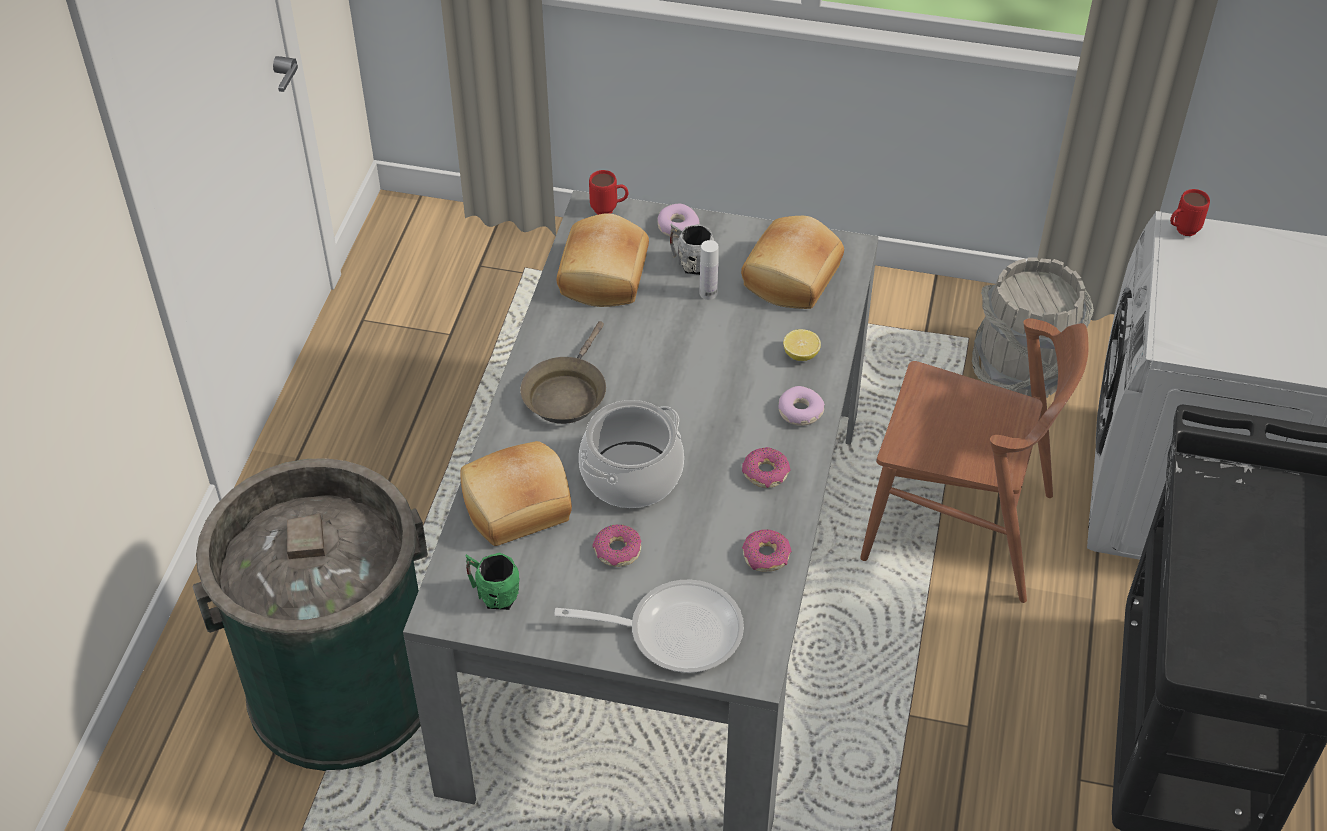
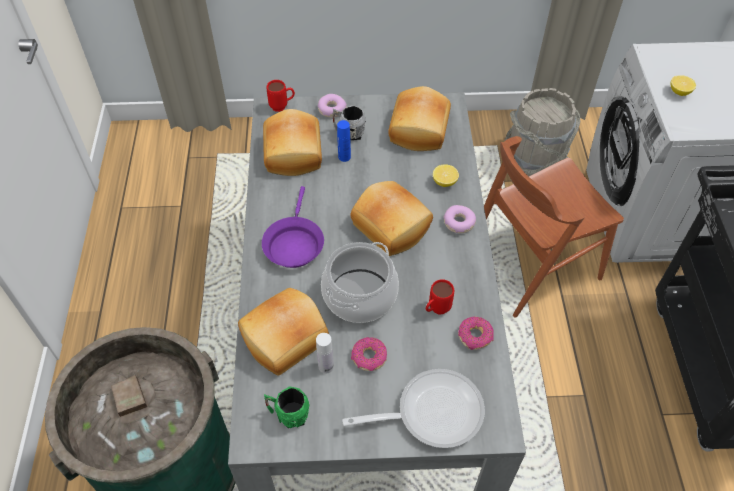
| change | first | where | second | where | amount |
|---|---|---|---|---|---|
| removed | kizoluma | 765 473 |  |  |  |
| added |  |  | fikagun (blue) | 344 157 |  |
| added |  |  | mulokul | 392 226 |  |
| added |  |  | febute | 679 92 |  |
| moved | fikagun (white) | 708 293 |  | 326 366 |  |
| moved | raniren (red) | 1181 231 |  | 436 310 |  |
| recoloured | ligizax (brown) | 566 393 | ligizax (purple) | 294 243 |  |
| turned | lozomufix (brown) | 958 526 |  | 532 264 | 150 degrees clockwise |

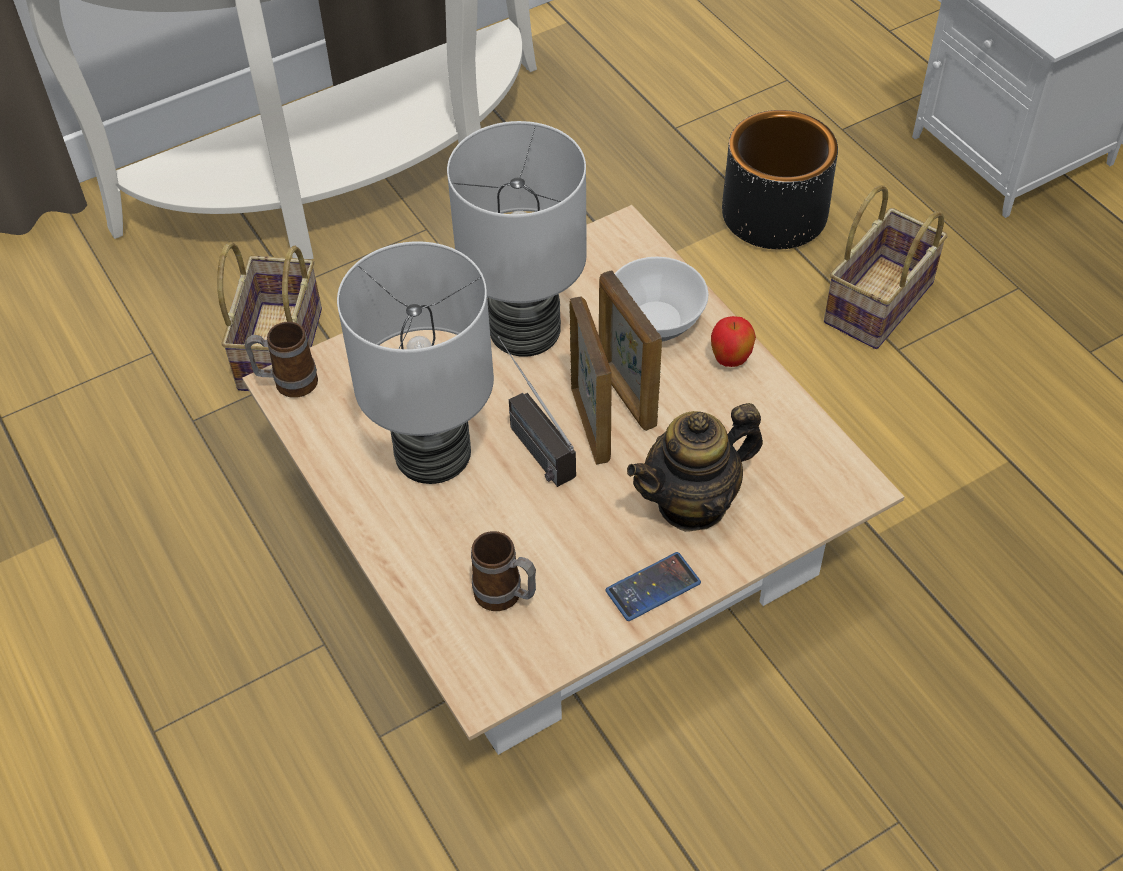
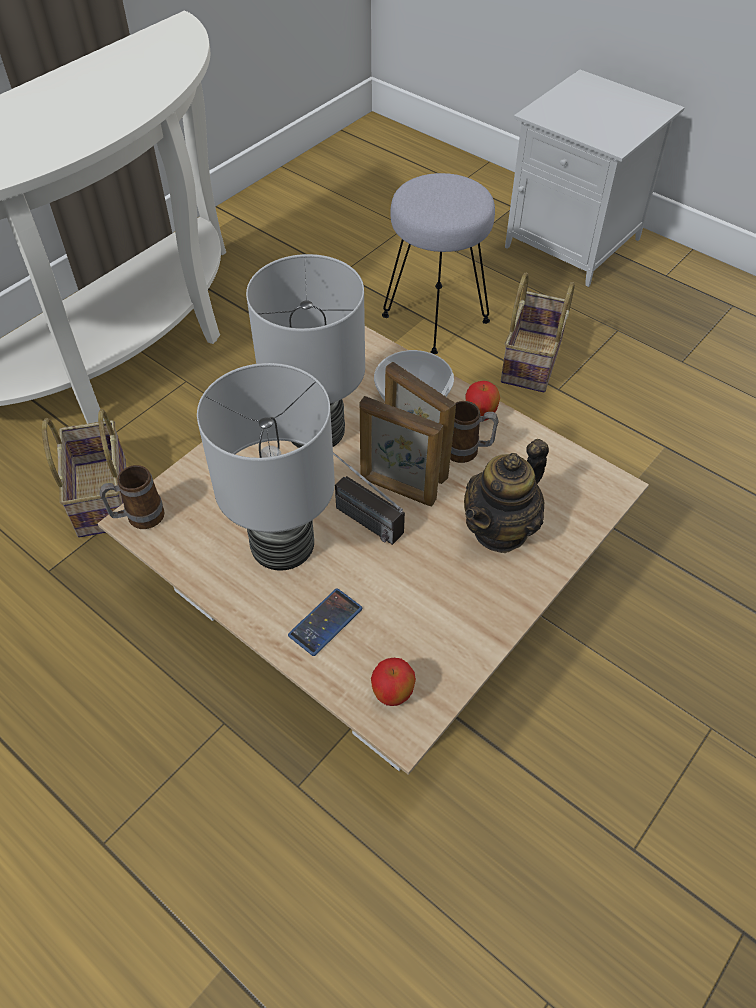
| change | first | where | second | where | amount |
|---|---|---|---|---|---|
| added |  |  | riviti | 392 695 |  |
| moved | raniren | 506 597 |  | 468 452 |  |
| moved | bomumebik | 653 587 |  | 325 622 |  |
| replaced | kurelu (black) | 773 215 | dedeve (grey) | 435 317 |  |
| turned | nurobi | 591 424 |  | 397 489 | 150 degrees clockwise |

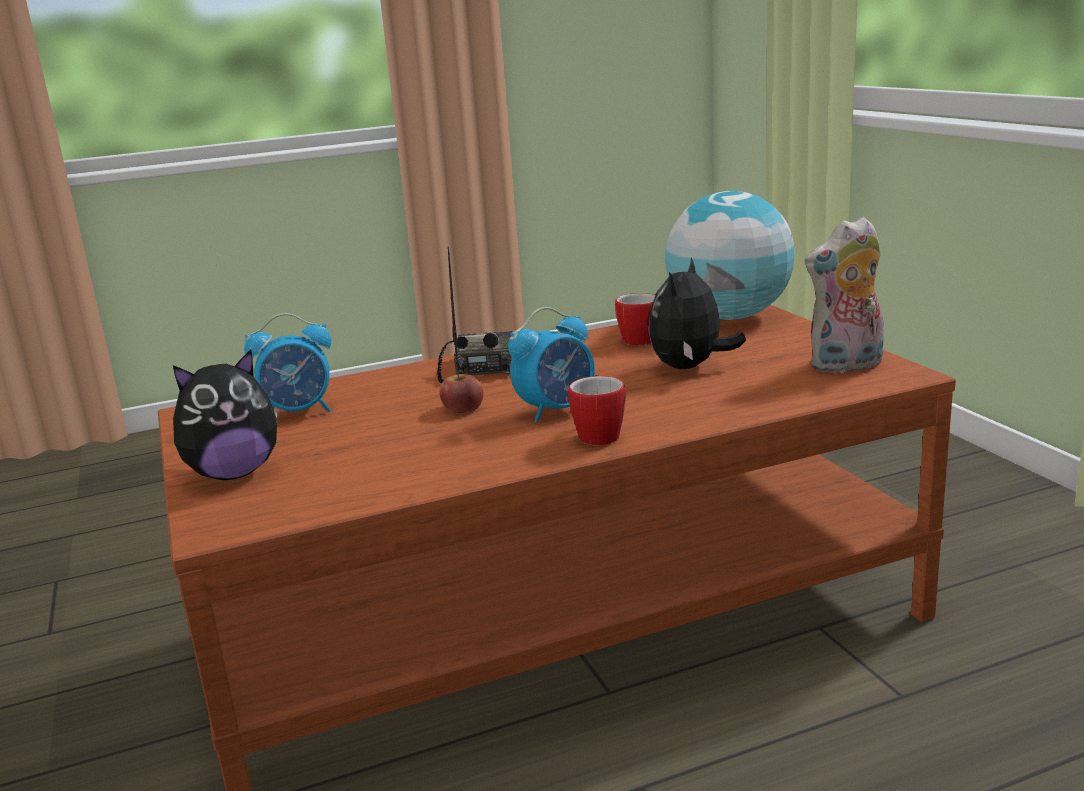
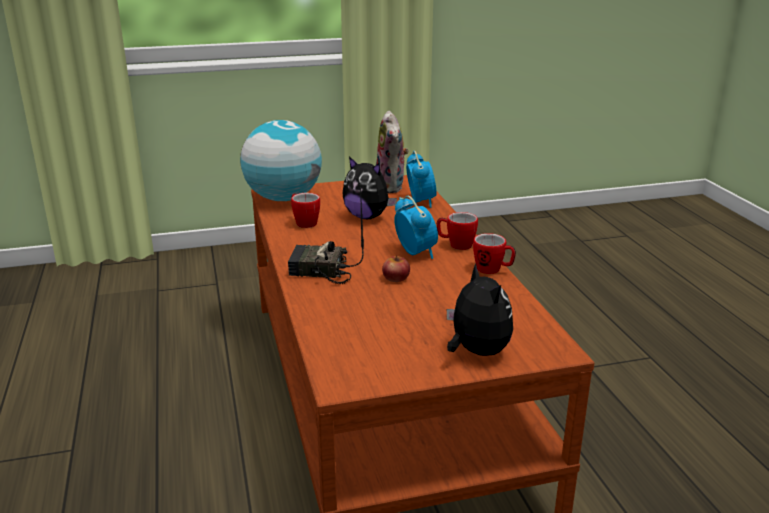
| change | first | where | second | where | amount |
|---|---|---|---|---|---|
| added |  |  | raniren | 493 270 |  |
| moved | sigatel | 299 412 |  | 420 201 |  |

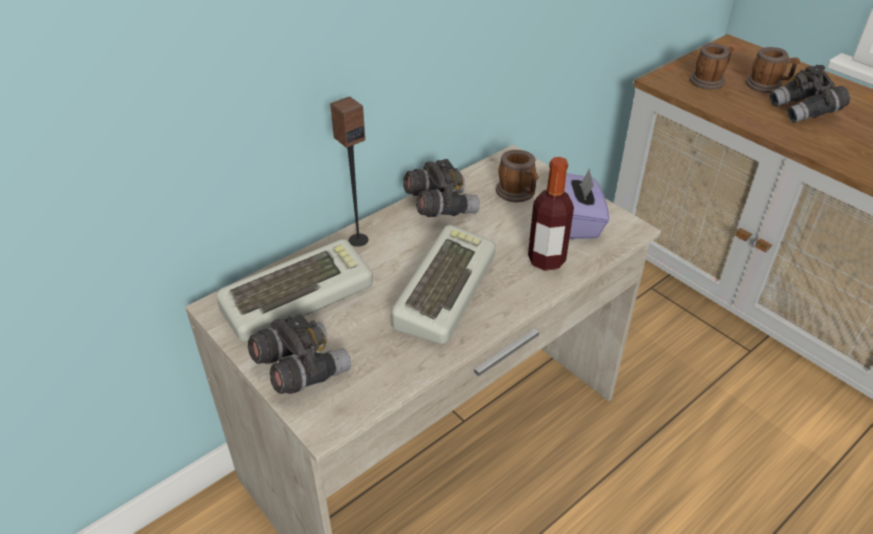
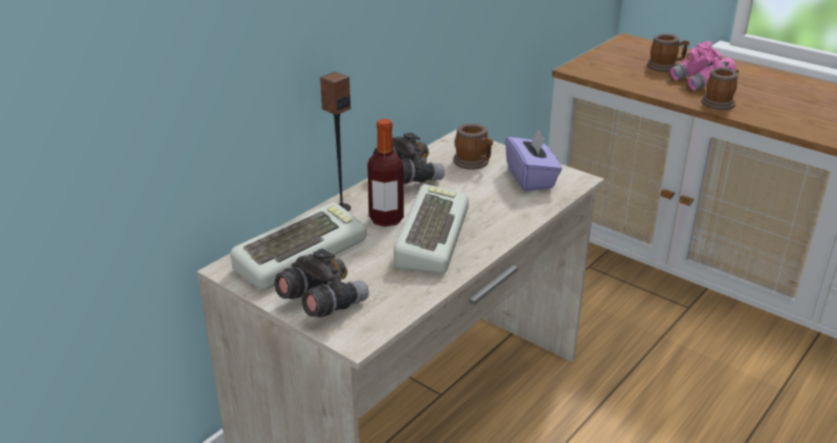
| change | first | where | second | where | amount |
|---|---|---|---|---|---|
| moved | fikagun | 546 260 |  | 386 219 |  |
| moved | raniren | 709 80 |  | 720 102 |  |
| recoloured | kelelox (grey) | 804 111 | kelelox (pink) | 701 82 |  |

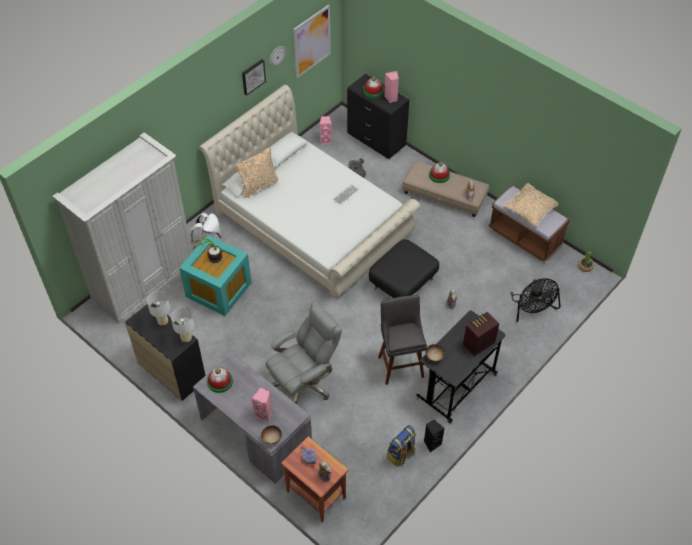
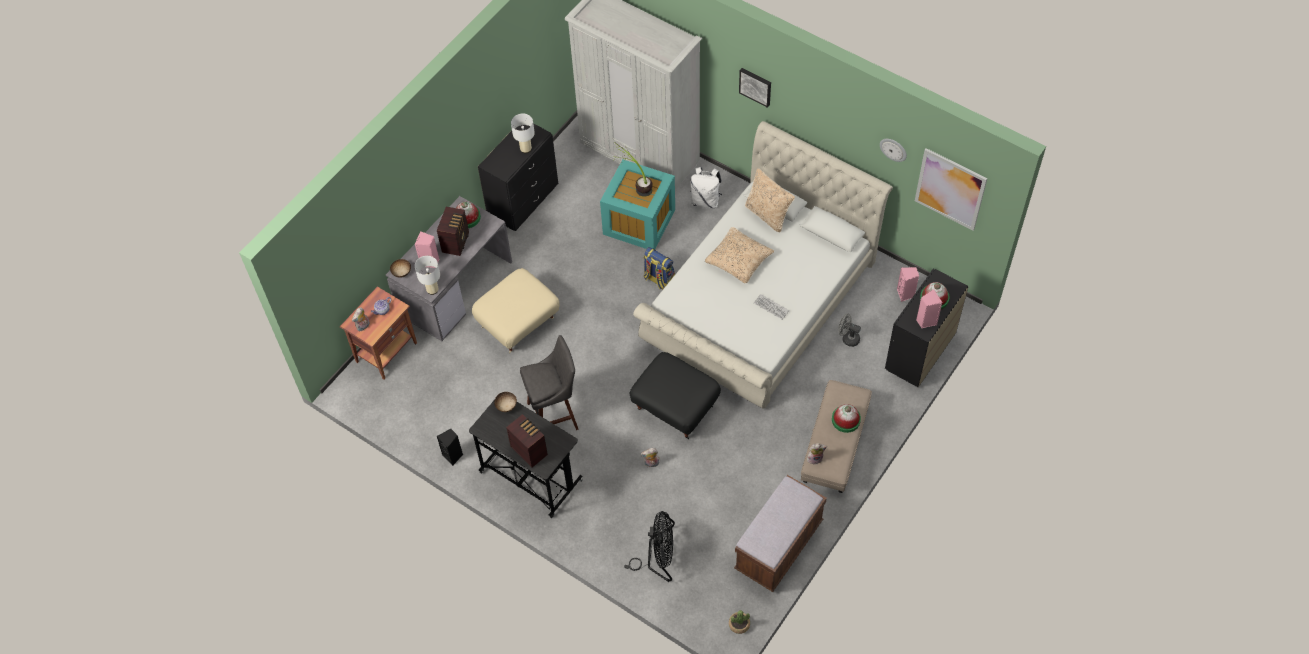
| change | first | where | second | where | amount |
|---|---|---|---|---|---|
| added |  |  | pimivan | 456 242 |  |
| moved | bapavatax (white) | 186 338 |  | 433 290 |  |
| moved | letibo | 252 76 |  | 755 86 |  |
| moved | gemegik | 401 454 |  | 658 279 |  |
| moved | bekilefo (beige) | 530 208 |  | 739 260 |  |
| replaced | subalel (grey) | 304 385 | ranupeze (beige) | 518 323 |  |
| turned | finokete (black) | 531 308 |  | 657 556 | 150 degrees counterclockwise |

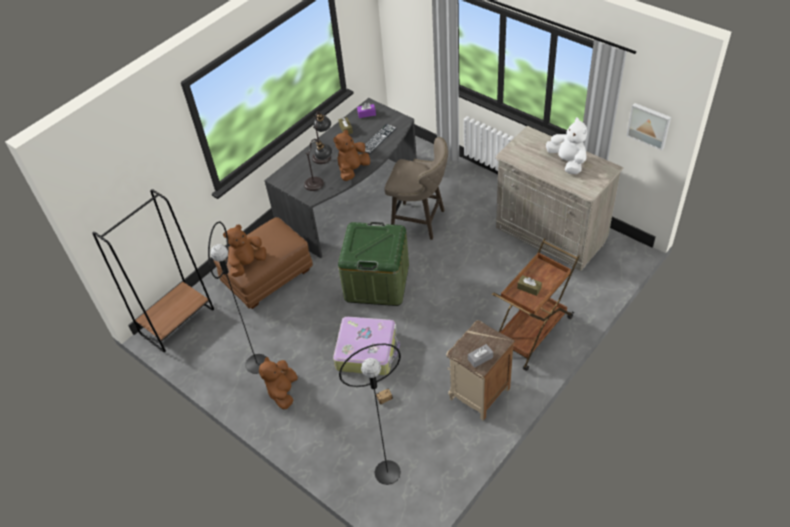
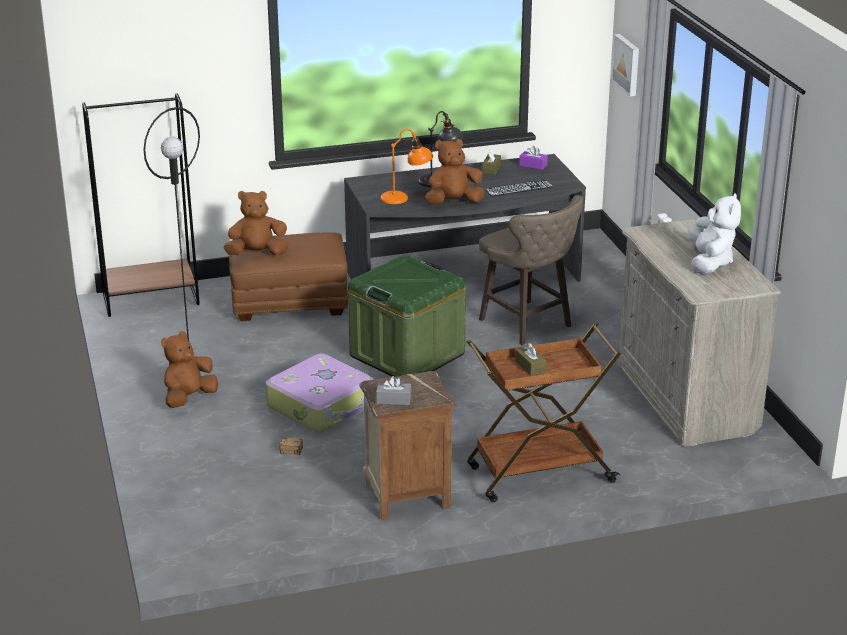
| change | first | where | second | where | amount |
|---|---|---|---|---|---|
| removed | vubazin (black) | 387 472 |  |  |  |
| moved | letibo | 649 125 |  | 627 64 |  |
| recoloured | bapavatax (grey) | 319 179 | bapavatax (orange) | 406 197 |  |

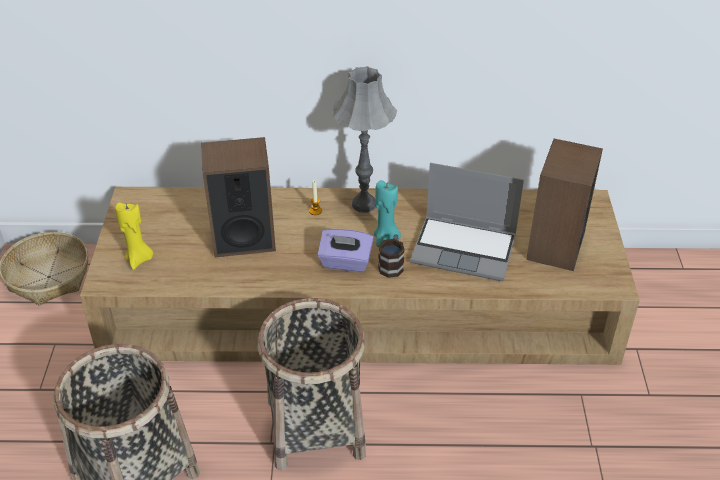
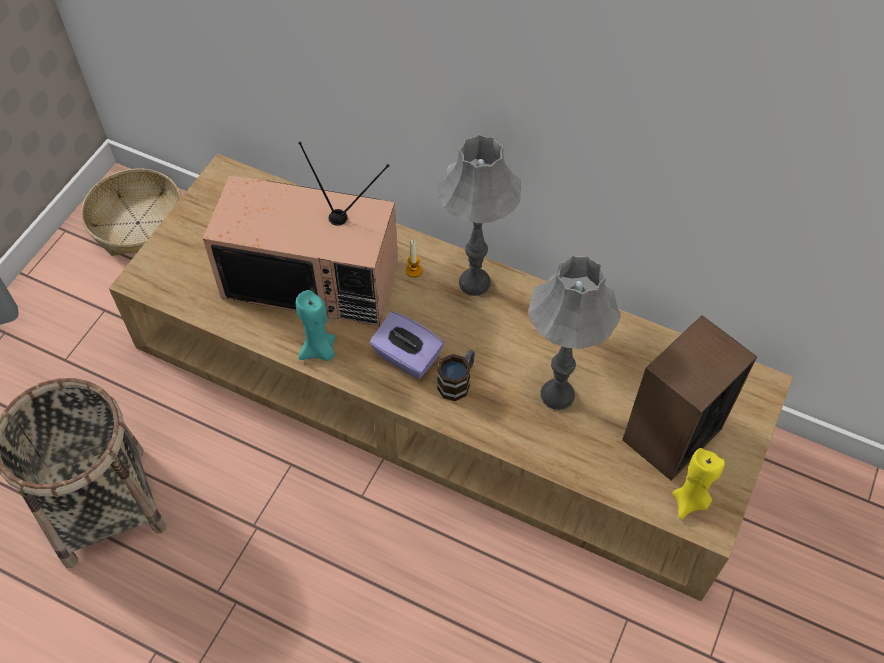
| change | first | where | second | where | amount |
|---|---|---|---|---|---|
| removed | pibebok | 315 428 |  |  |  |
| moved | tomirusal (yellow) | 139 259 |  | 690 502 |  |
| moved | tomirusal (turquoise) | 386 239 |  | 319 351 |  |
| replaced | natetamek | 243 238 | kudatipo | 314 278 |  |
| replaced | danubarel | 465 249 | bapavatax (grey) | 557 394 |  |

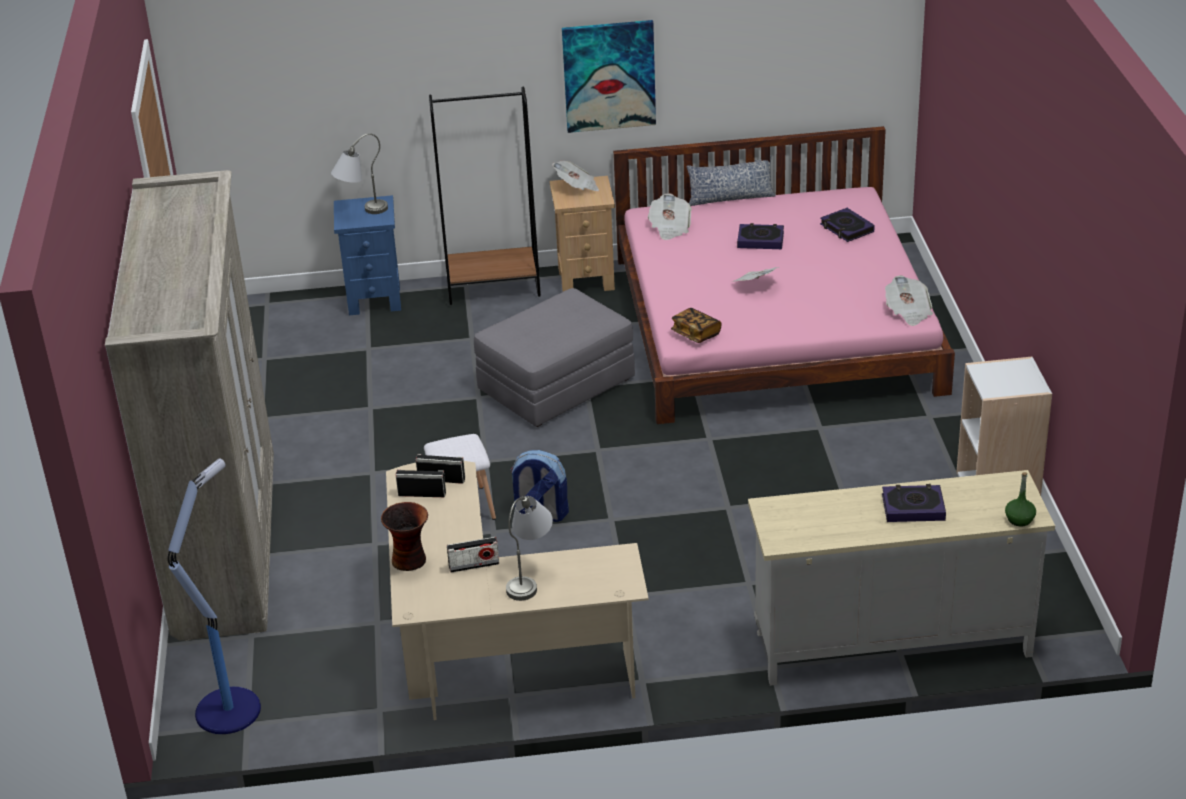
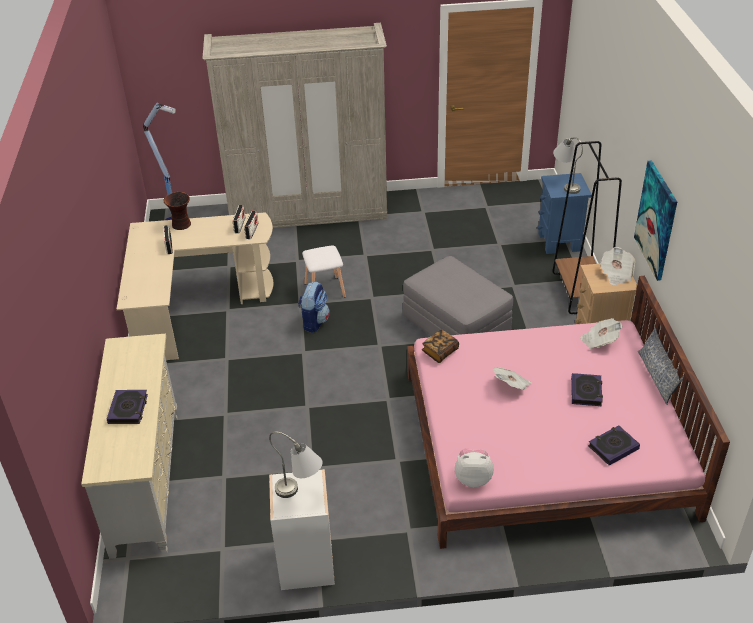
| change | first | where | second | where | amount |
|---|---|---|---|---|---|
| removed | fikagun (green) | 1019 519 |  |  |  |
| moved | bapavatax (grey) | 530 577 |  | 300 493 |  |
| replaced | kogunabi | 908 312 | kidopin | 473 478 |  |

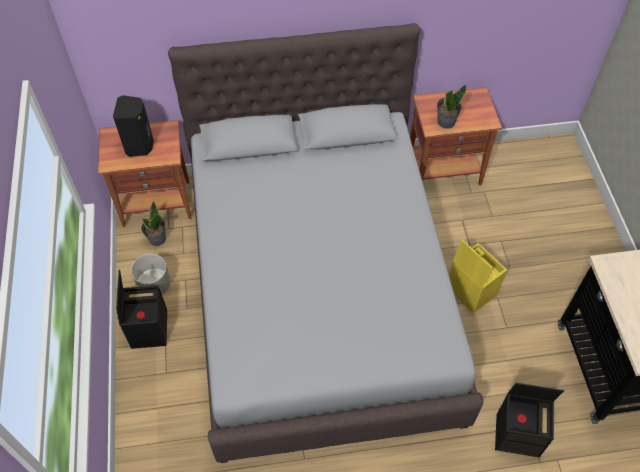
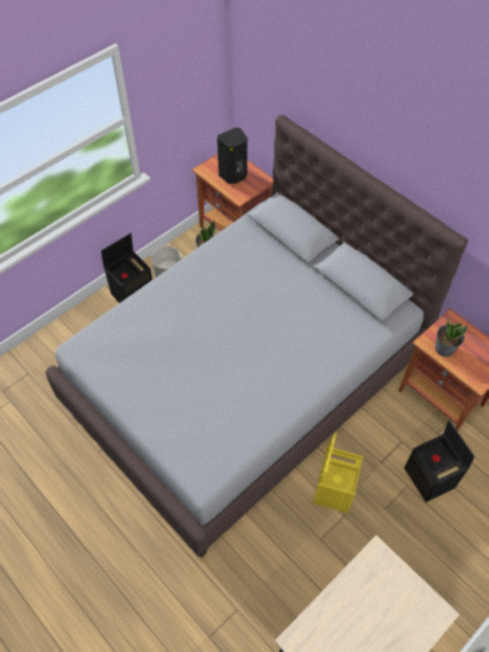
| change | first | where | second | where | amount |
|---|---|---|---|---|---|
| moved | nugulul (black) | 518 434 |  | 430 478 |  |

